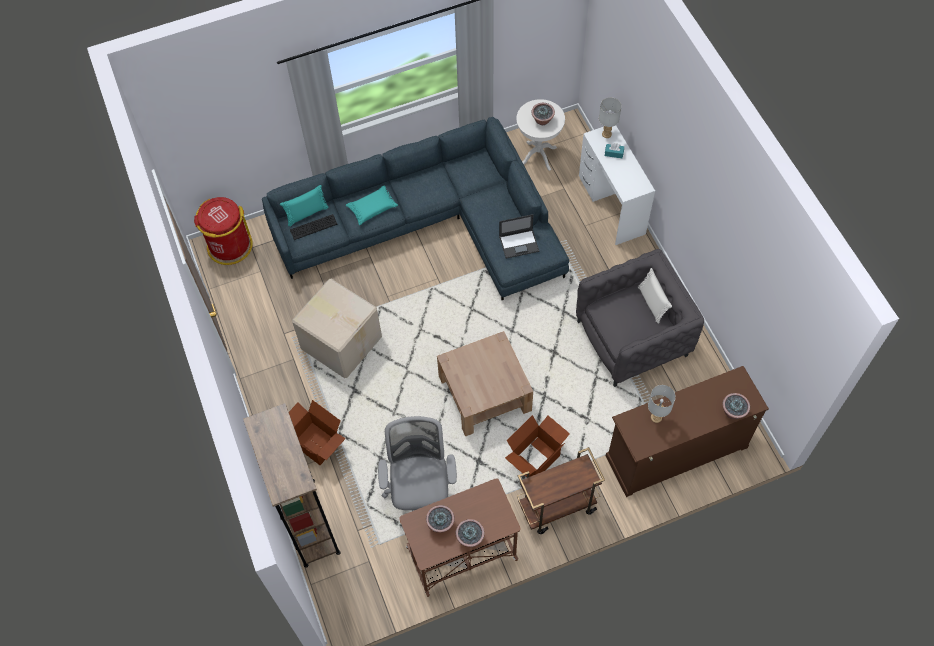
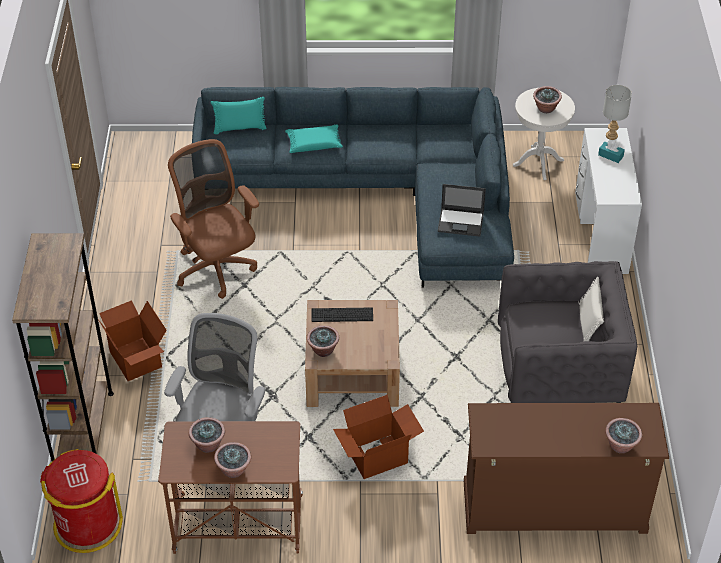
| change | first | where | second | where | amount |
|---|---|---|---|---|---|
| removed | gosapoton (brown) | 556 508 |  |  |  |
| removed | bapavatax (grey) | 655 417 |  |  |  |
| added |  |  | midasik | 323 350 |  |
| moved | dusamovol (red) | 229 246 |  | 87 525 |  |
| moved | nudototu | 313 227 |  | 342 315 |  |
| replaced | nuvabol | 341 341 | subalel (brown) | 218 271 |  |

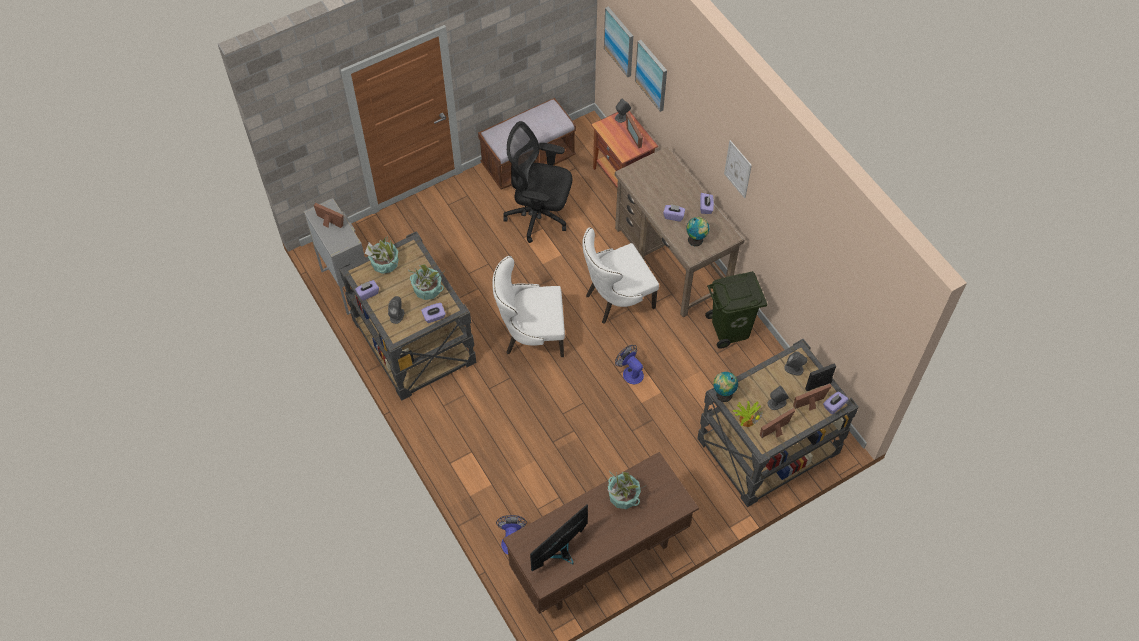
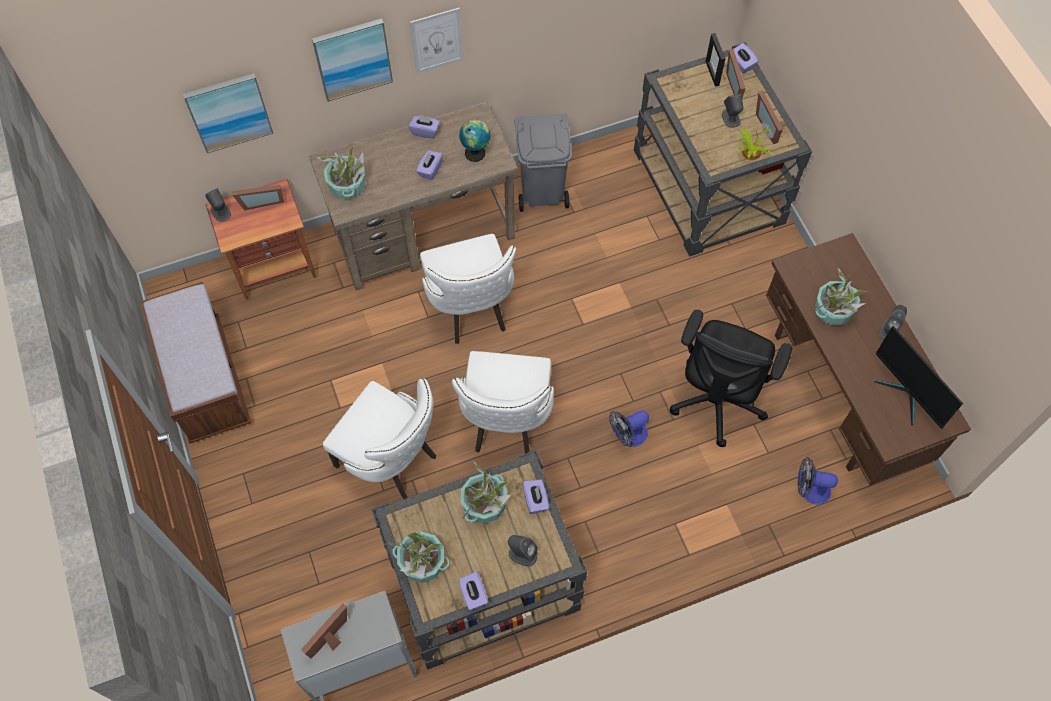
| change | first | where | second | where | amount |
|---|---|---|---|---|---|
| removed | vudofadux | 723 394 |  |  |  |
| added |  |  | midasik | 347 185 |  |
| added |  |  | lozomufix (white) | 391 459 |  |
| moved | subalel (black) | 541 215 |  | 718 395 |  |
| moved | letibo | 619 41 |  | 353 58 |  |
| moved | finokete | 630 372 |  | 628 436 |  |
| moved | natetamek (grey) | 794 369 |  | 889 329 |  |
| recoloured | dusamovol (green) | 730 329 | dusamovol (grey) | 543 191 |  |

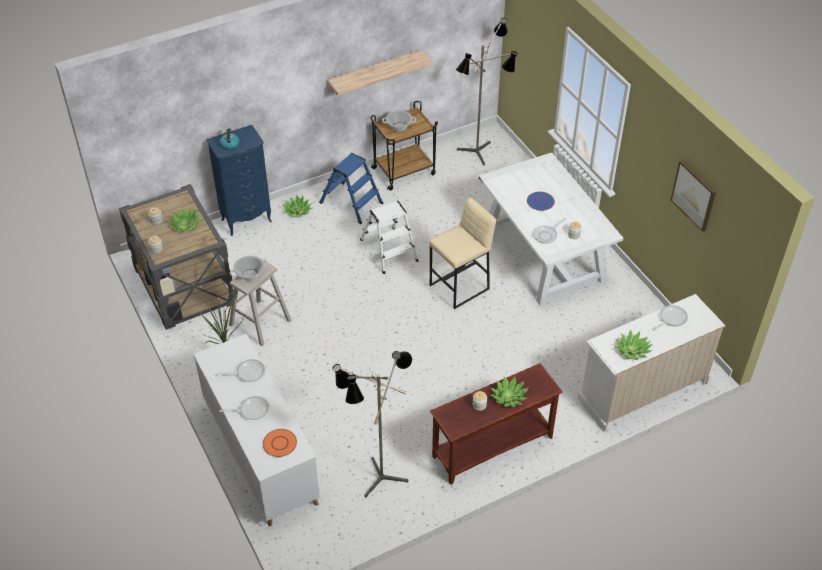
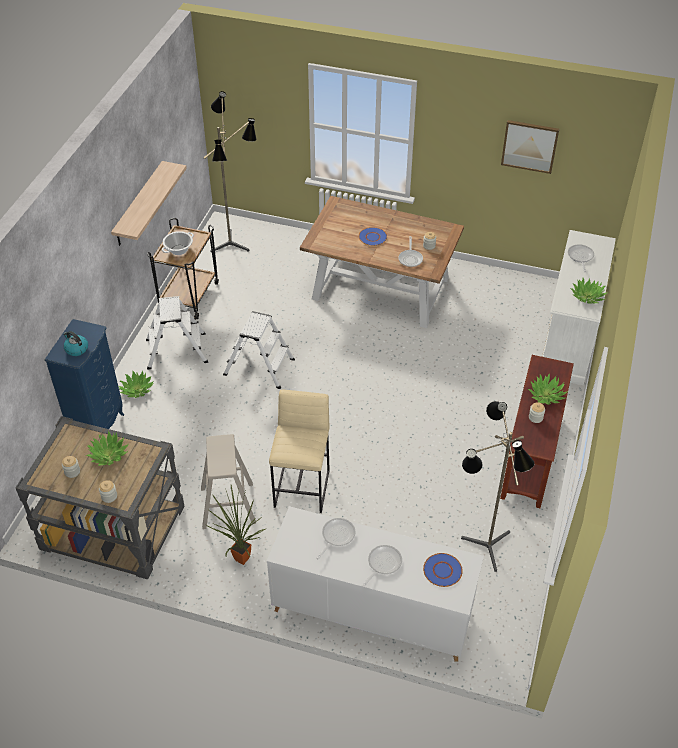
| change | first | where | second | where | amount |
|---|---|---|---|---|---|
| removed | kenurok | 250 274 |  |  |  |
| moved | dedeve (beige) | 460 286 |  | 302 487 |  |
| recoloured | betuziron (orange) | 279 443 | betuziron (blue) | 442 571 |  |
| recoloured | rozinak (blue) | 351 203 | rozinak (white) | 176 351 |  |
| recoloured | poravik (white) | 544 254 | poravik (brown) | 381 288 |  |

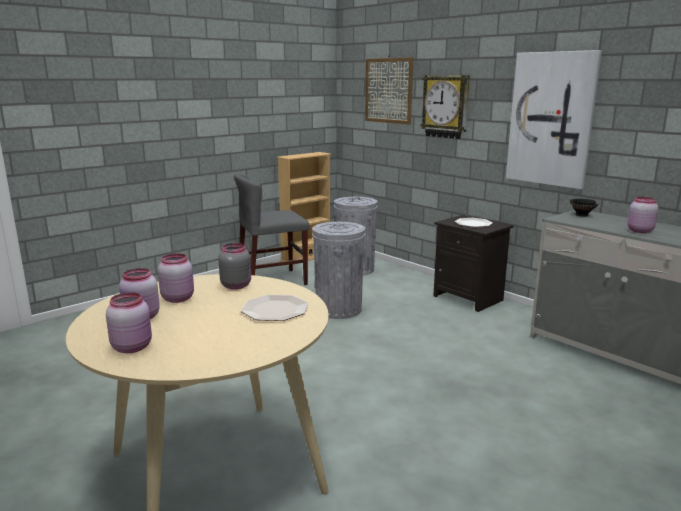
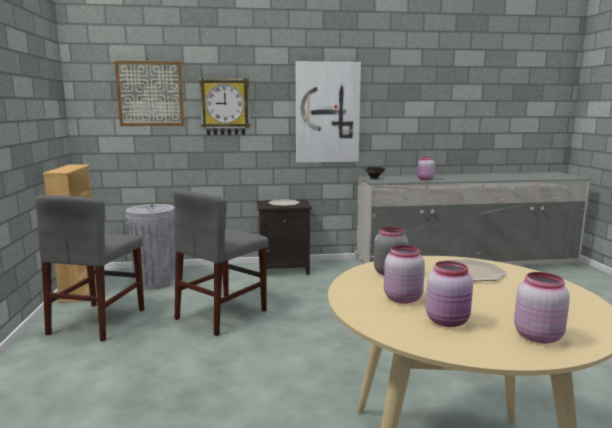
| change | first | where | second | where | amount |
|---|---|---|---|---|---|
| replaced | dusamovol (grey) | 338 309 | lozomufix (grey) | 221 314 |  |

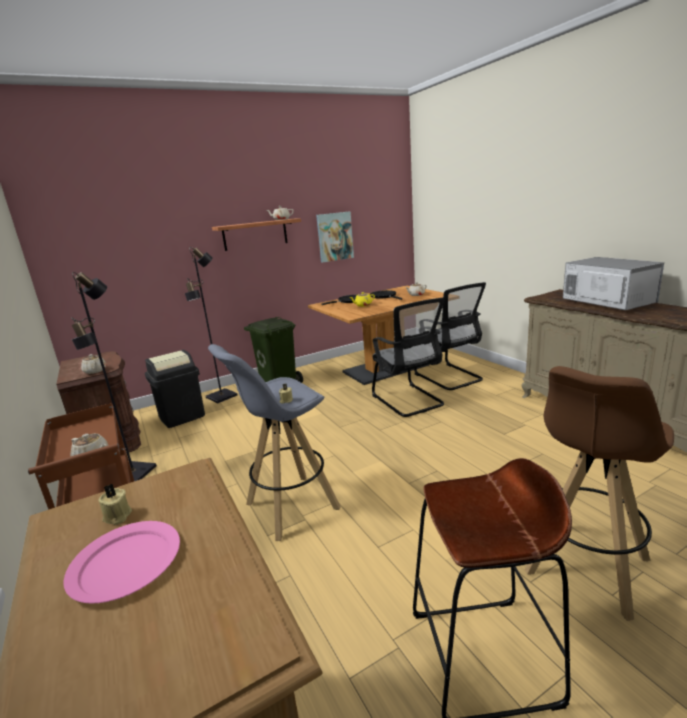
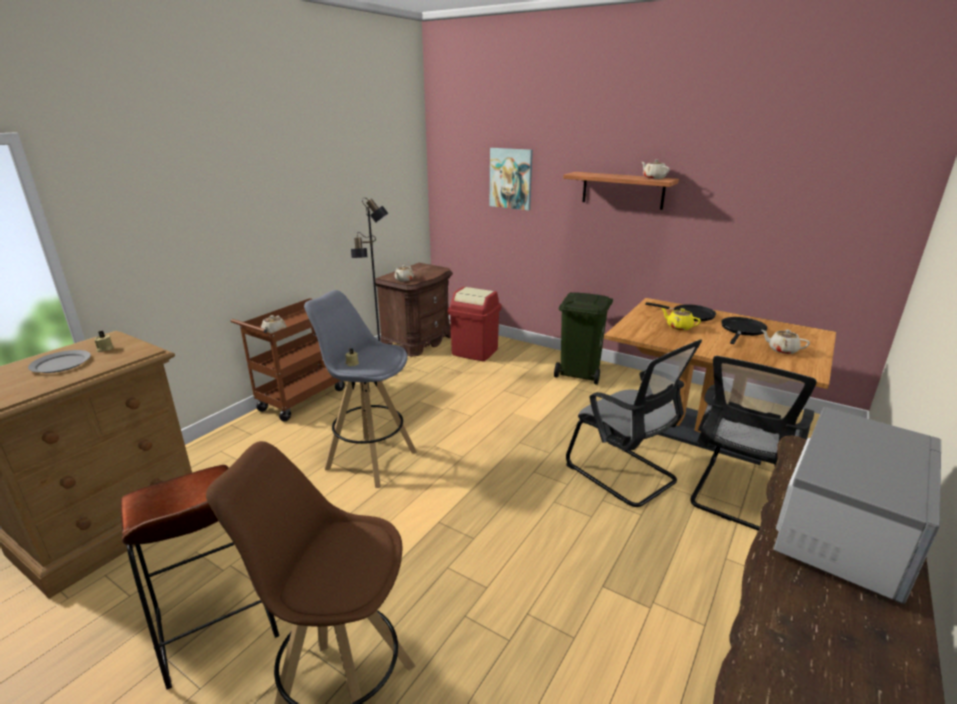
| change | first | where | second | where | amount |
|---|---|---|---|---|---|
| removed | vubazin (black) | 221 396 |  |  |  |
| moved | letibo | 334 236 |  | 511 178 |  |
| recoloured | betuziron (pink) | 125 564 | betuziron (grey) | 60 364 |  |
| recoloured | dusamovol (black) | 182 416 | dusamovol (red) | 475 352 |  |
| turned | lozomufix | 408 401 |  | 623 474 | 75 degrees counterclockwise |

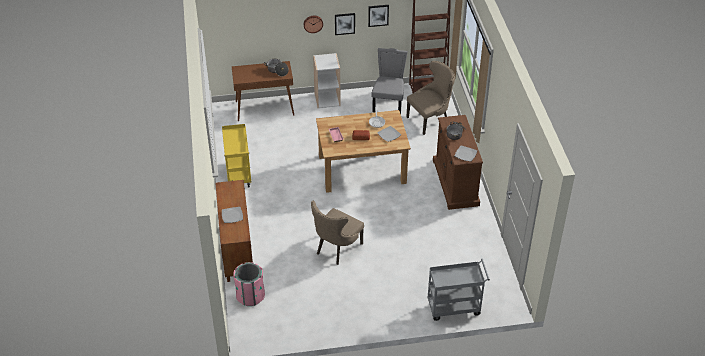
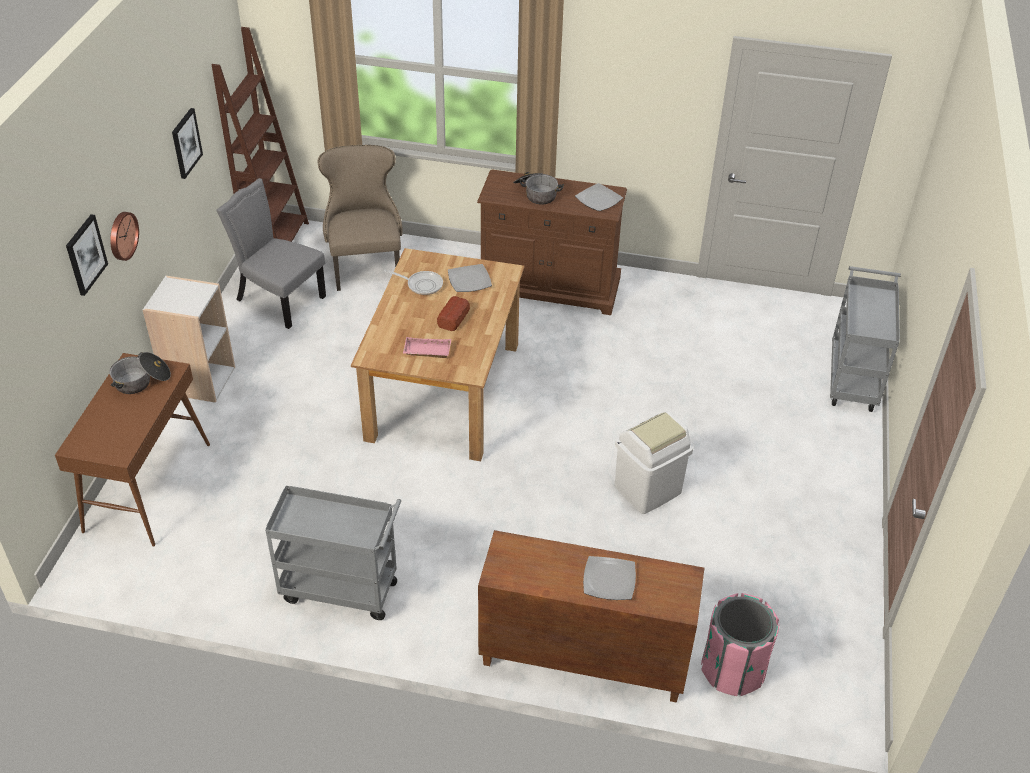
| change | first | where | second | where | amount |
|---|---|---|---|---|---|
| moved | letibo | 344 23 |  | 85 254 |  |
| replaced | lozomufix (beige) | 336 249 | dusamovol (white) | 648 490 |  |
| recoloured | gosapoton (yellow) | 238 175 | gosapoton (grey) | 343 593 |  |

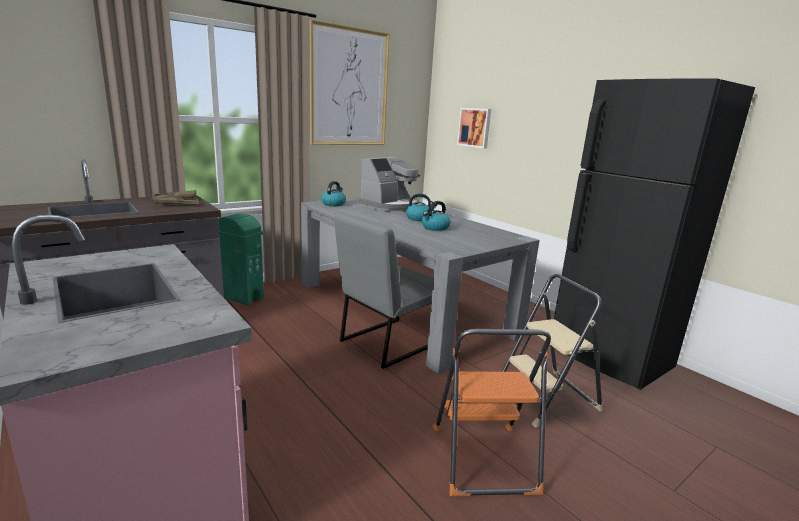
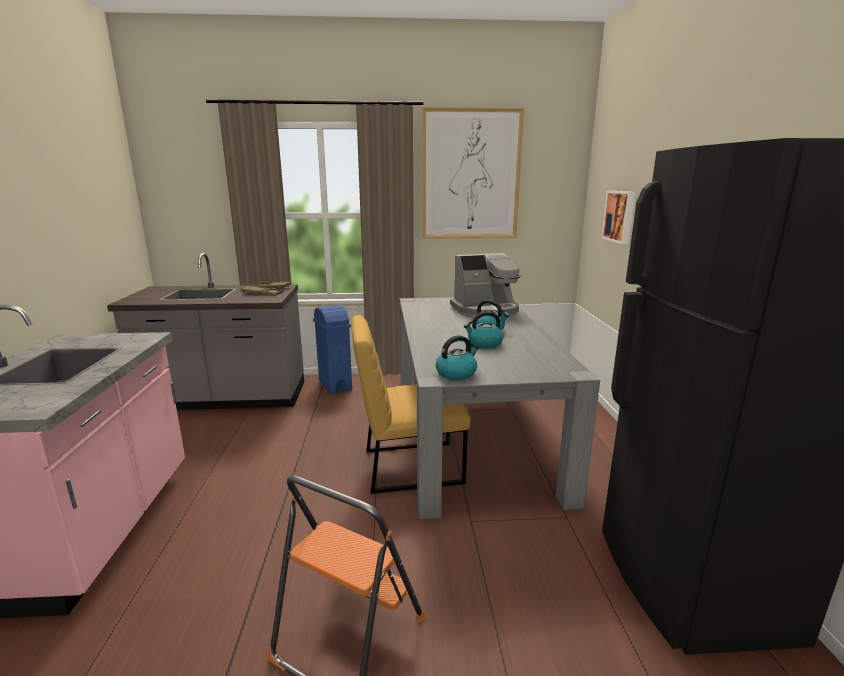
| change | first | where | second | where | amount |
|---|---|---|---|---|---|
| removed | rozinak (beige) | 550 396 |  |  |  |
| moved | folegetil | 333 204 |  | 456 373 |  |
| recoloured | dusamovol (green) | 241 297 | dusamovol (blue) | 335 385 |  |
| recoloured | lozomufix (grey) | 387 342 | lozomufix (yellow) | 409 466 |  |

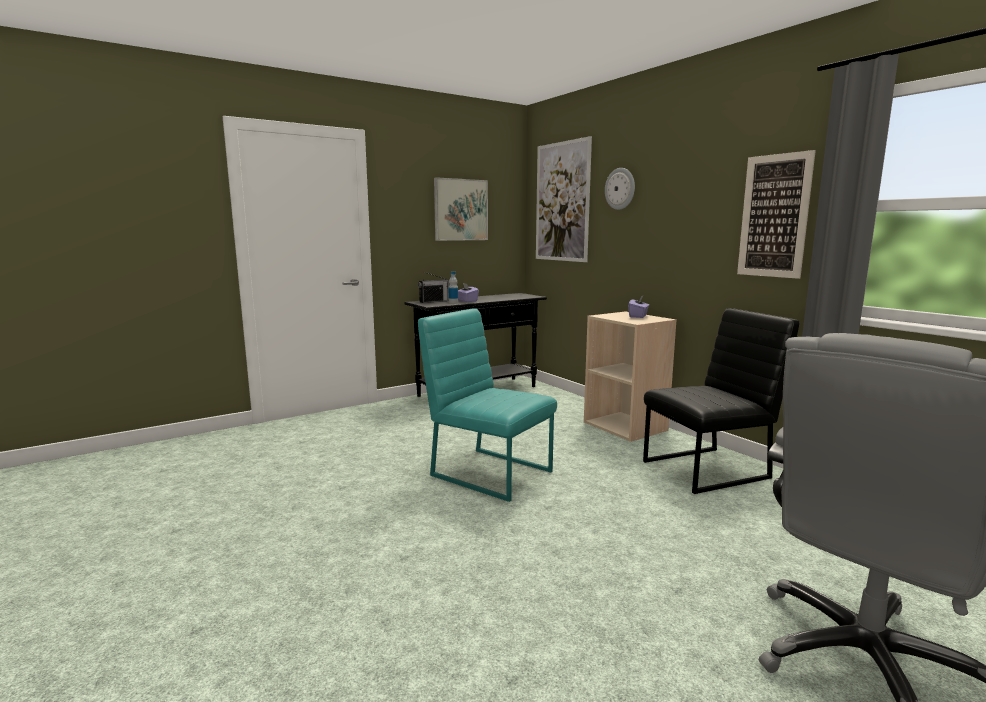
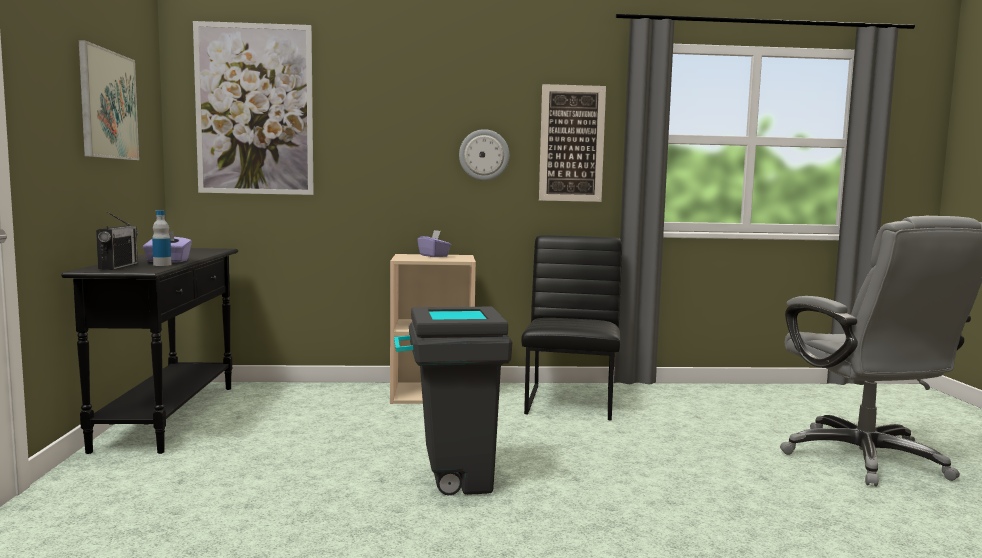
| change | first | where | second | where | amount |
|---|---|---|---|---|---|
| moved | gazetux | 620 188 |  | 484 155 |  |
| replaced | lozomufix (turquoise) | 489 472 | dusamovol (grey) | 451 481 |  |

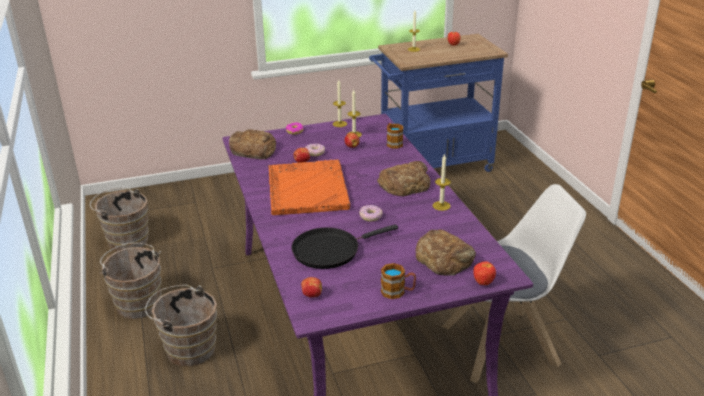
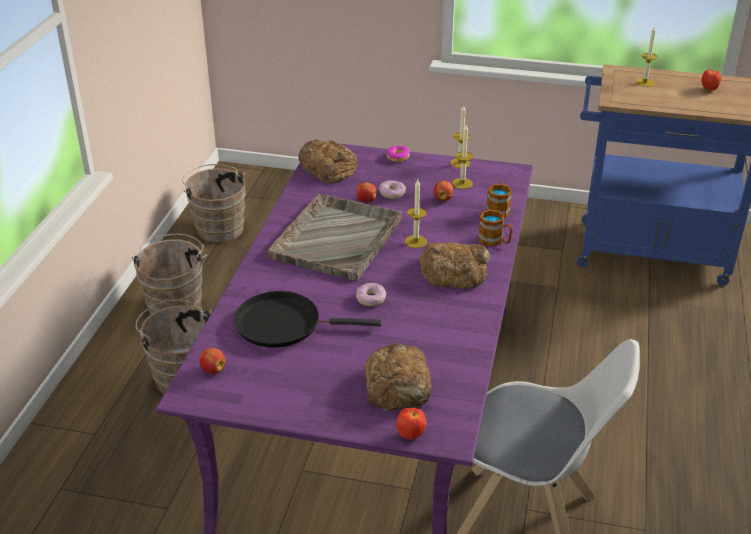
| change | first | where | second | where | amount |
|---|---|---|---|---|---|
| moved | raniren | 398 292 |  | 495 241 |  |
| moved | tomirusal | 441 206 |  | 415 241 |  |
| recoloured | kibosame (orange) | 307 188 | kibosame (grey) | 337 237 |  |

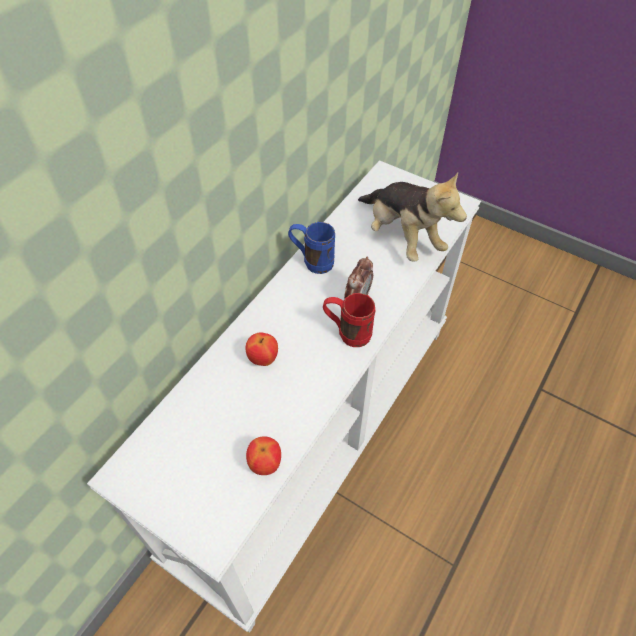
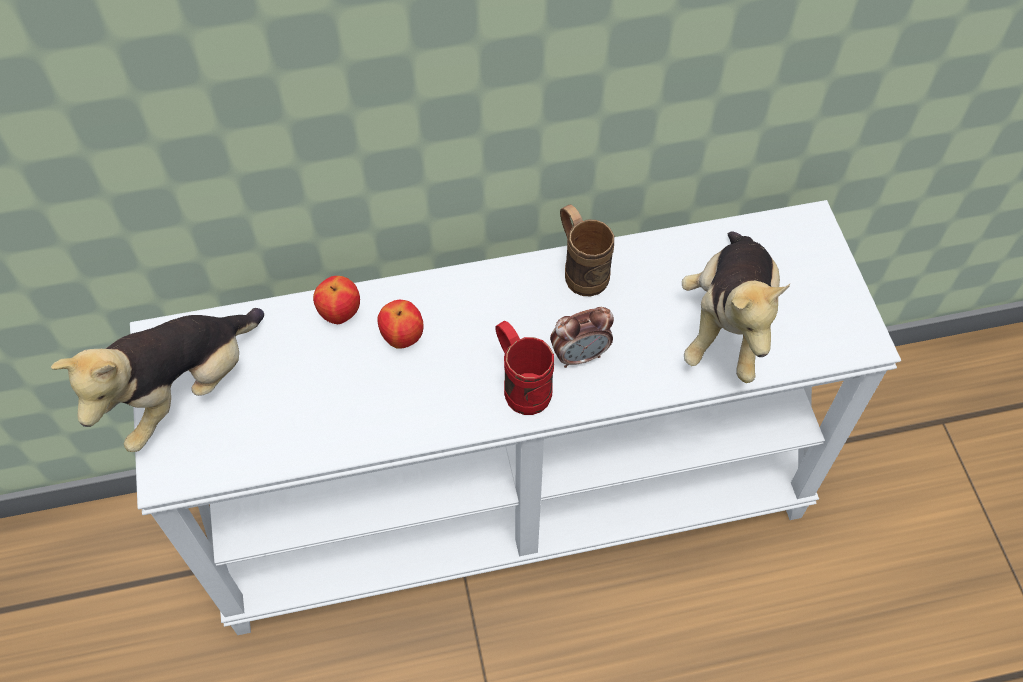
| change | first | where | second | where | amount |
|---|---|---|---|---|---|
| added |  |  | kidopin | 184 392 |  |
| moved | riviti | 265 464 |  | 340 314 |  |
| recoloured | raniren (blue) | 312 262 | raniren (brown) | 580 270 |  |

